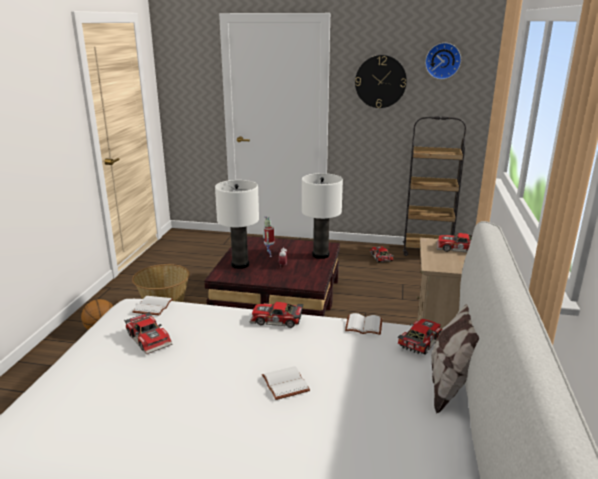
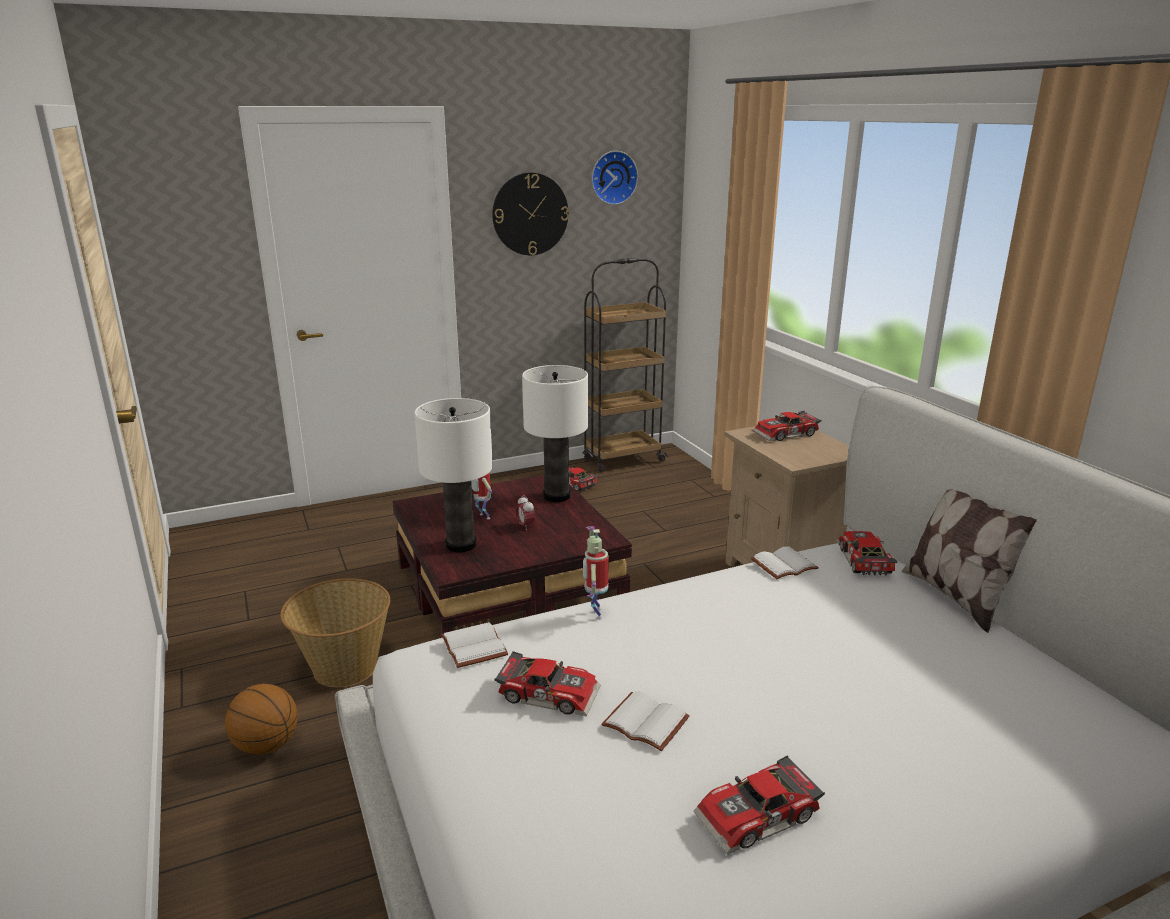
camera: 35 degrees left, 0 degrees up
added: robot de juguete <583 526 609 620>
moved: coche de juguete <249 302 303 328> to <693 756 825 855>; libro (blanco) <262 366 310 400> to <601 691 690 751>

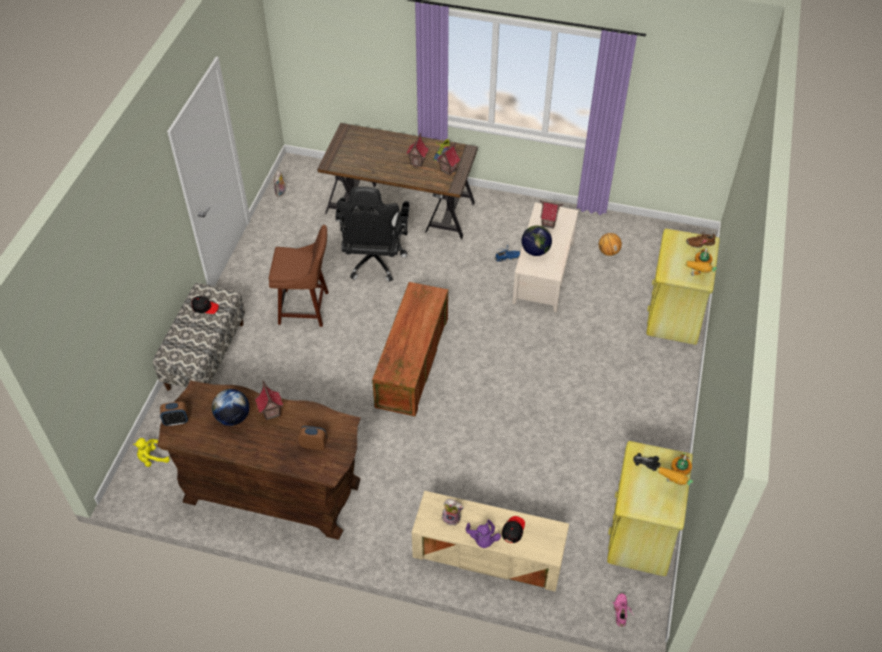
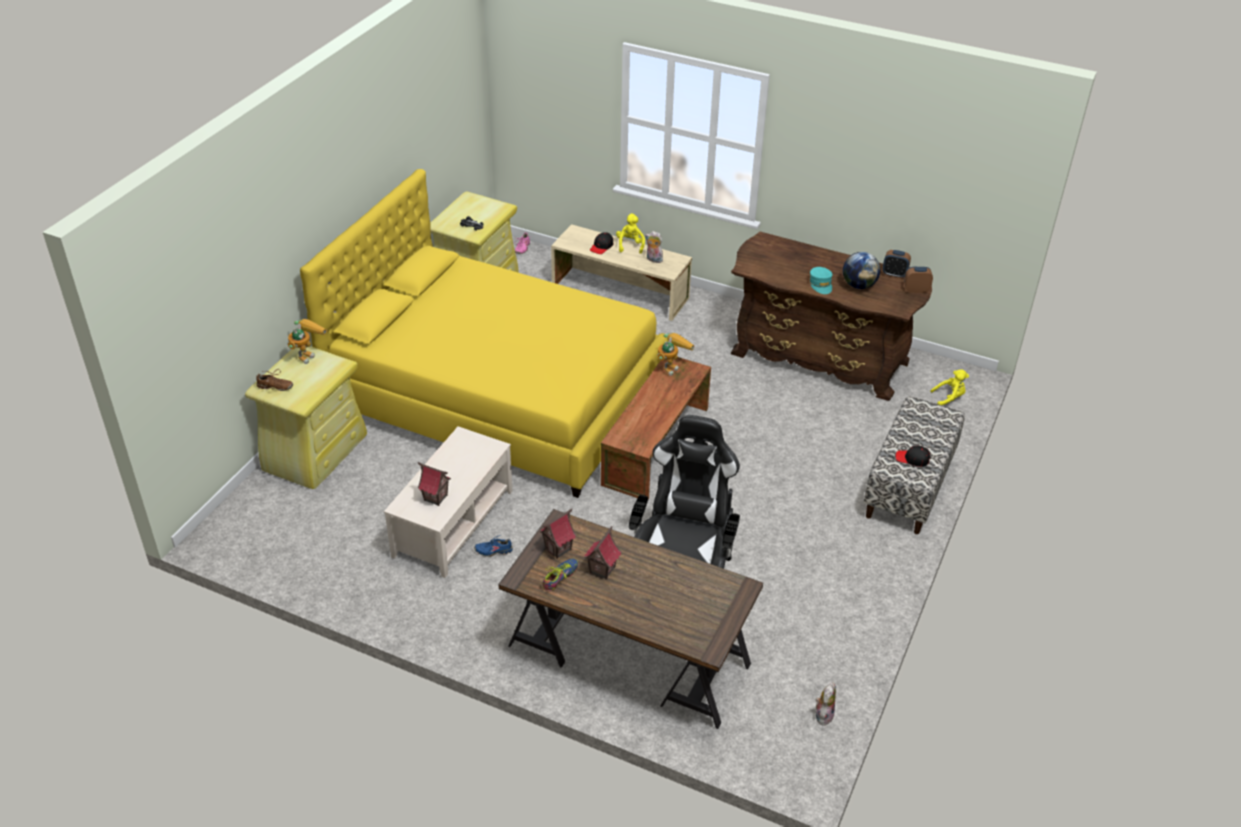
camera: 170 degrees left, 10 degrees down
removed: taburete (marrón) <269 225 329 327>; globo terráqueo <521 225 552 256>; balón de baloncesto <599 233 622 256>
added: cama (amarillo) <300 169 668 498>
moved: despertador <298 426 327 450> to <883 250 911 278>; robot de juguete <658 453 693 485> to <657 333 694 376>
replaced: casita <255 381 283 420> to gorra (turquesa) <810 267 833 294>
recoloured: peluche (morado) <466 519 501 548> to peluche (amarillo) <616 214 645 254>

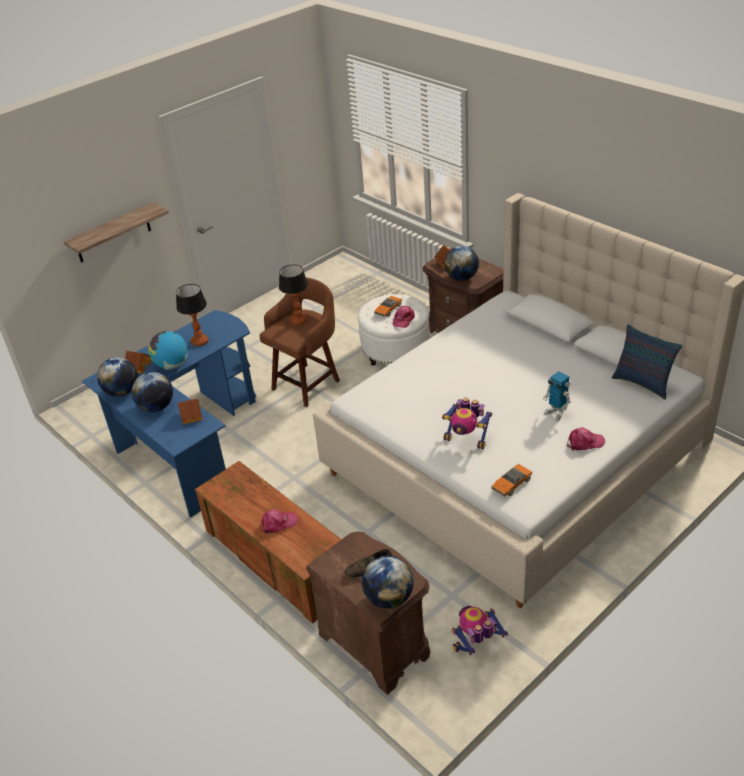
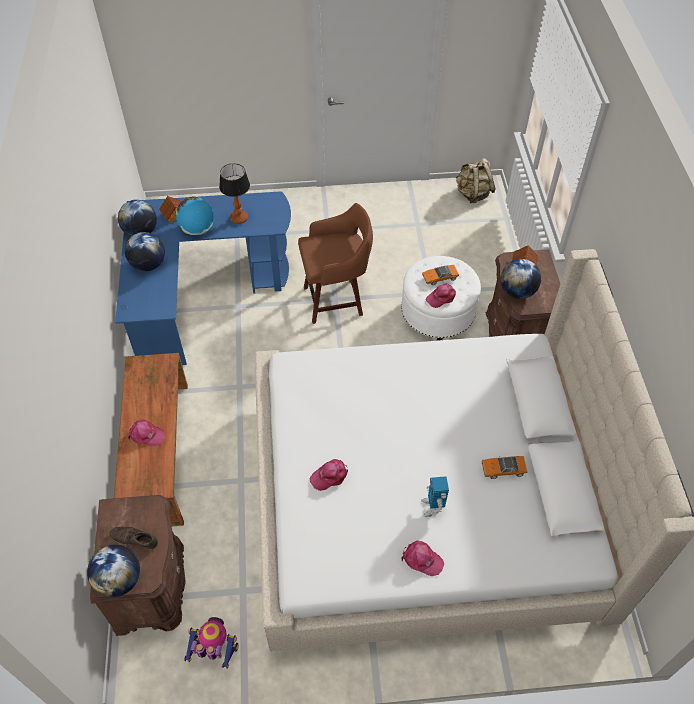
camera: 35 degrees right, 15 degrees up
removed: estante <64 202 169 263>; casita <177 398 202 424>; lámpara de mesa <279 265 308 325>; cojín (azul) <612 324 682 400>
added: mochila (beis) <456 158 496 203>
moved: coche de juguete <491 464 533 497> to <482 456 528 479>
replaced: robot de juguete <442 398 492 449> to gorra (rosa) <309 459 348 491>

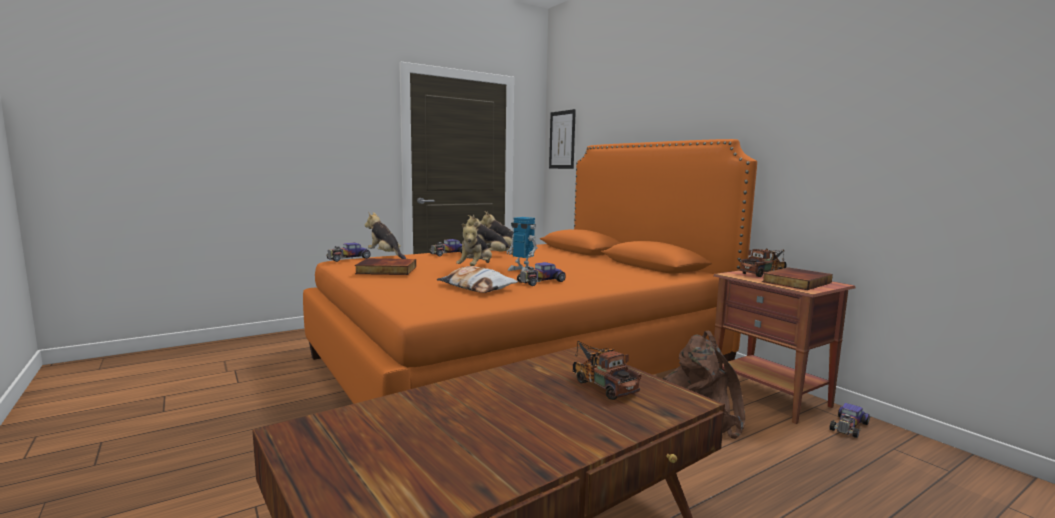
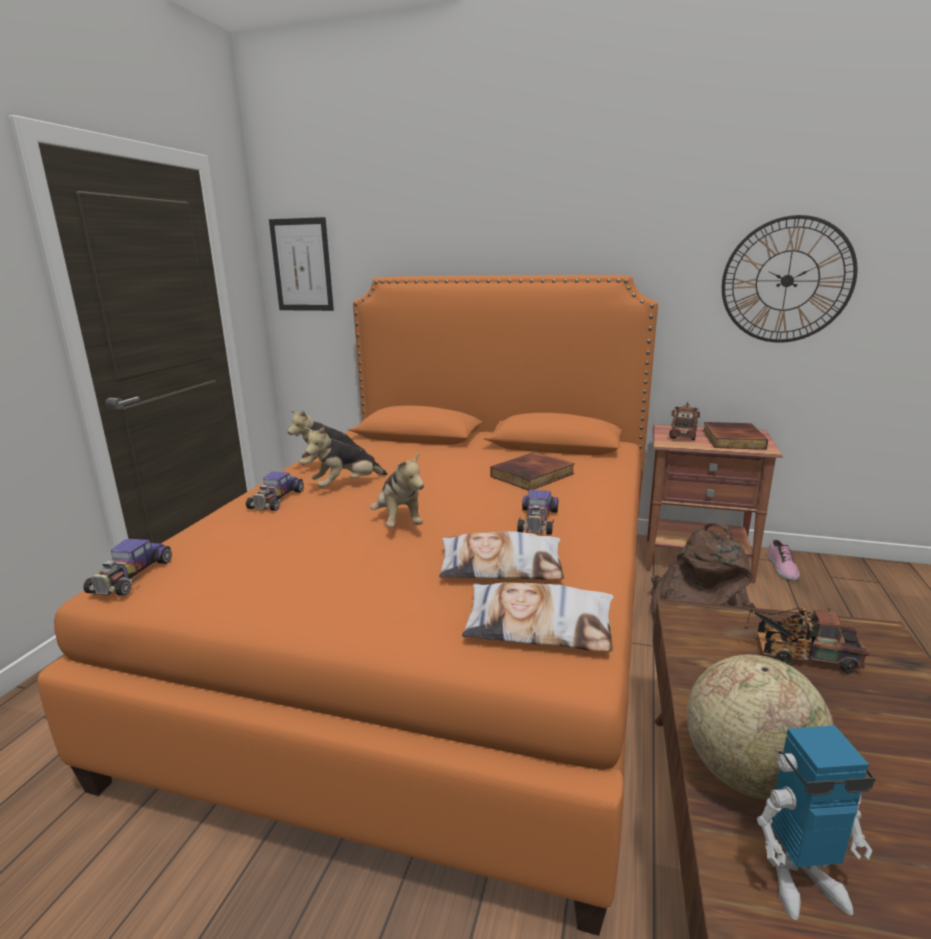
camera: 40 degrees left, 10 degrees up
removed: peluche <365 212 406 259>
added: cojín <462 582 614 652>; globo terráqueo <687 655 834 800>; reloj de pared <722 215 858 343>
moved: libro <355 258 416 275> to <490 452 575 491>; robot de juguete <507 217 538 271> to <757 726 875 920>
replaced: coche de juguete <829 403 870 438> to zapato <767 539 800 581>

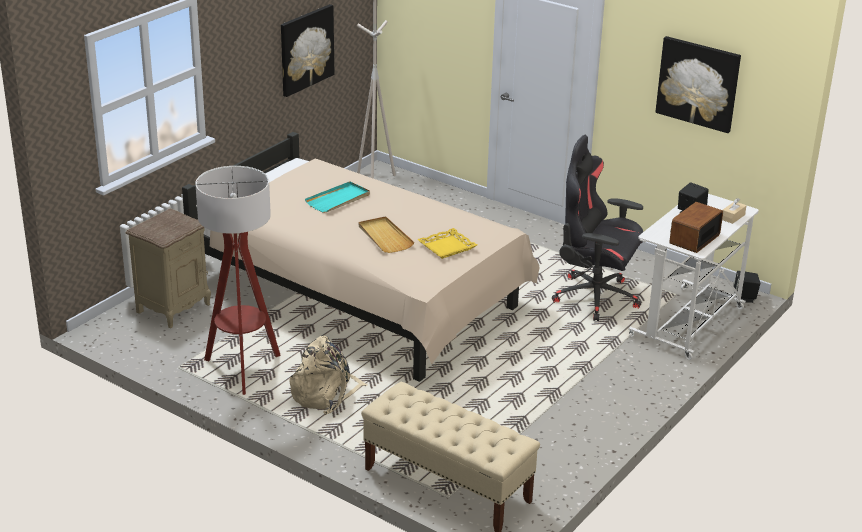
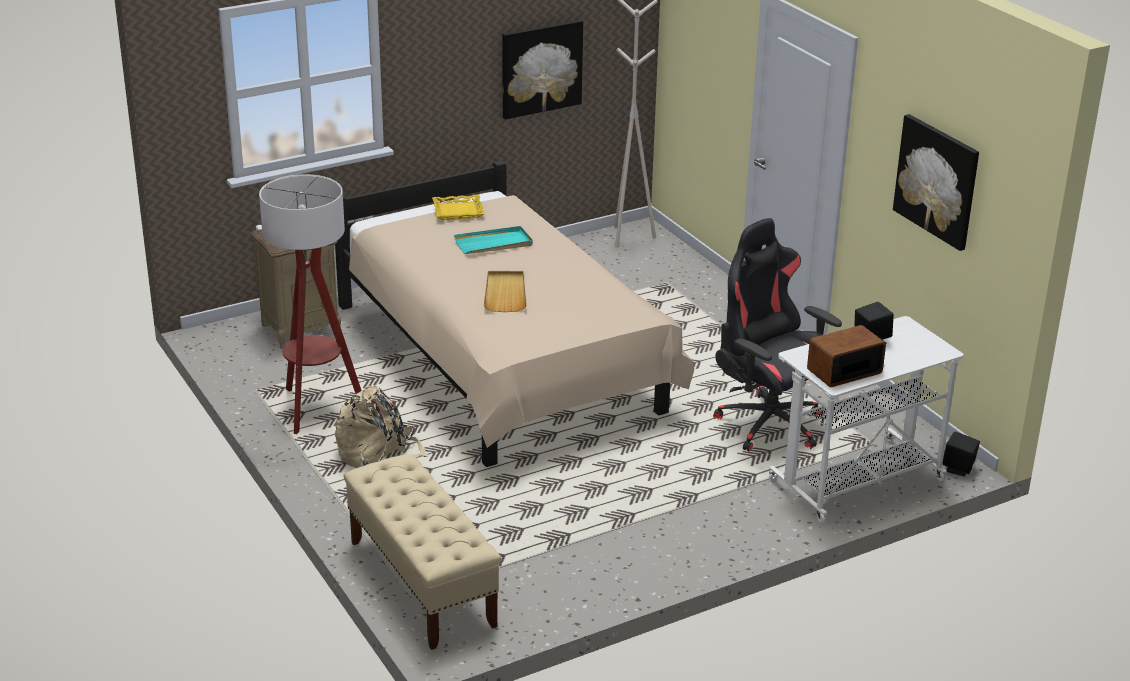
camera: 25 degrees right, 0 degrees up
removed: caja de pañuelos (beis) <722 198 747 224>
moved: bandeja (amarillo) <417 228 477 259> to <432 195 485 220>

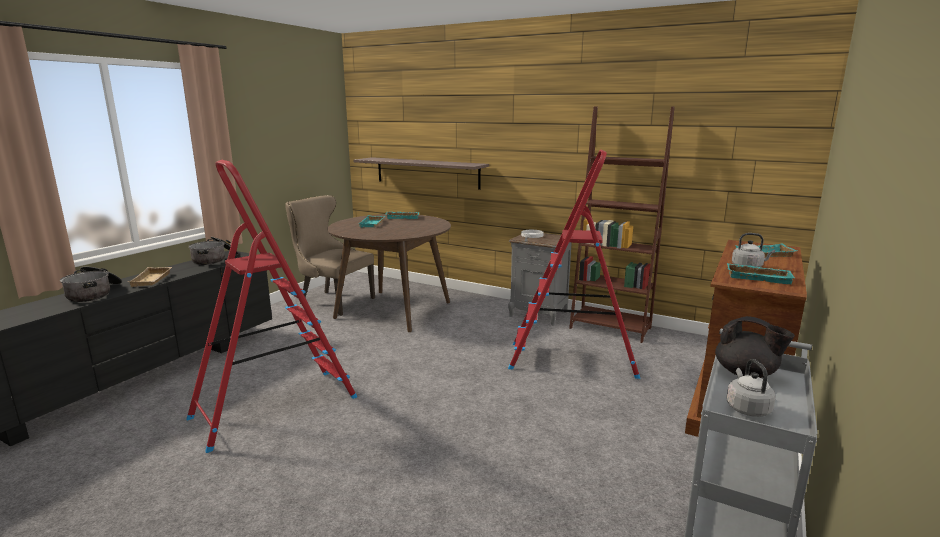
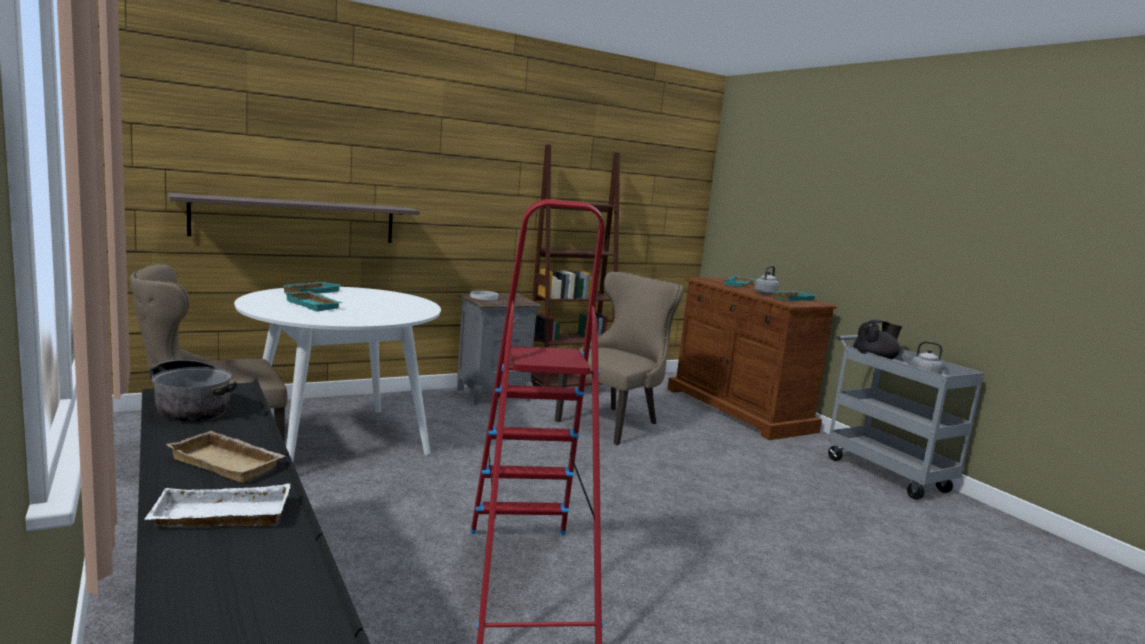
camera: 60 degrees left, 5 degrees down
replaced: olla <60 266 122 302> to bandeja (blanco) <145 484 291 527>; escalera de tijera (rojo) <508 150 640 379> to silla (beis) <555 272 683 445>
recoloured: mesa de comedor (marrón) <327 214 451 332> to mesa de comedor (blanco) <234 287 441 462>

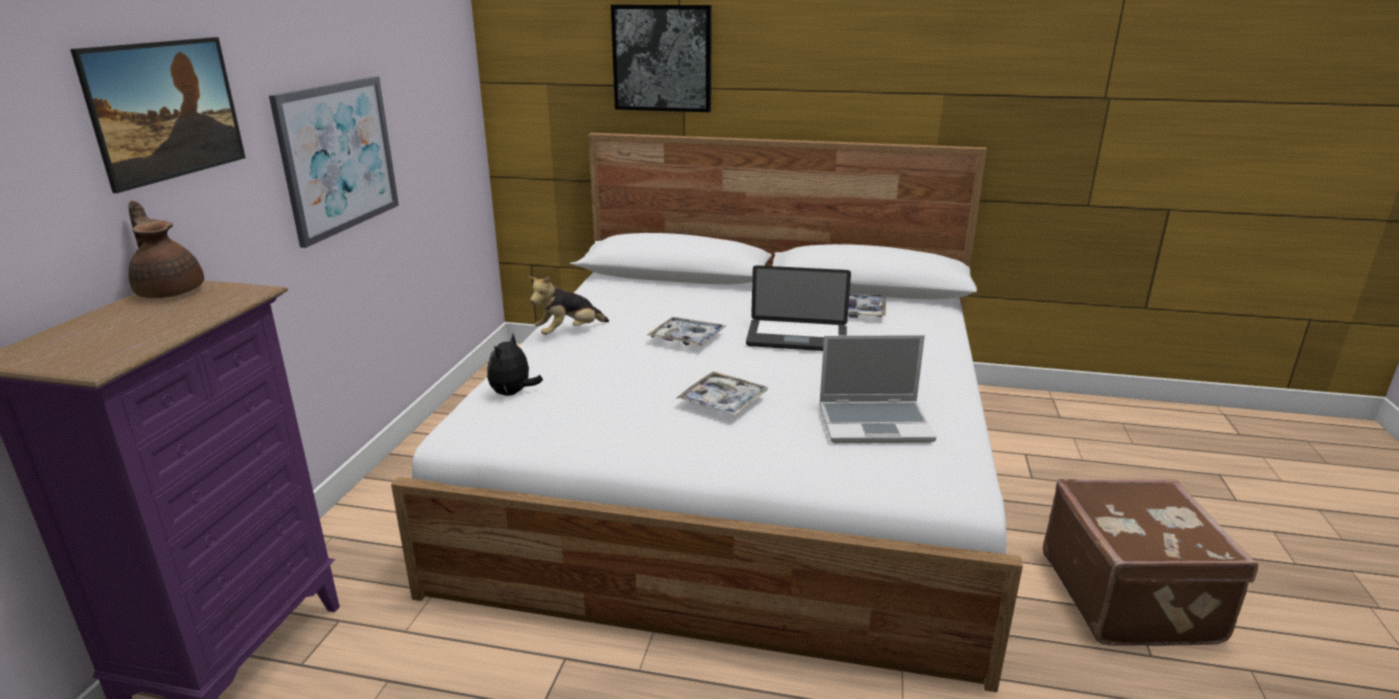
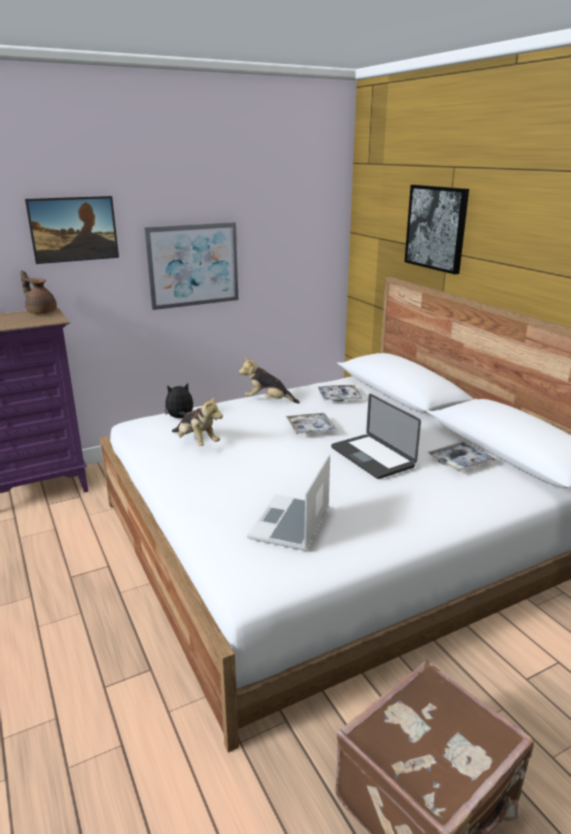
camera: 50 degrees right, 0 degrees up
added: peluche <172 395 223 446>
moved: bandeja <677 371 768 416> to <318 385 363 401>
turned: tetera (marrón) <128 201 204 298> = <20 270 57 314> 60 degrees counterclockwise; portátil <819 335 936 443> = <247 454 330 551> 60 degrees clockwise

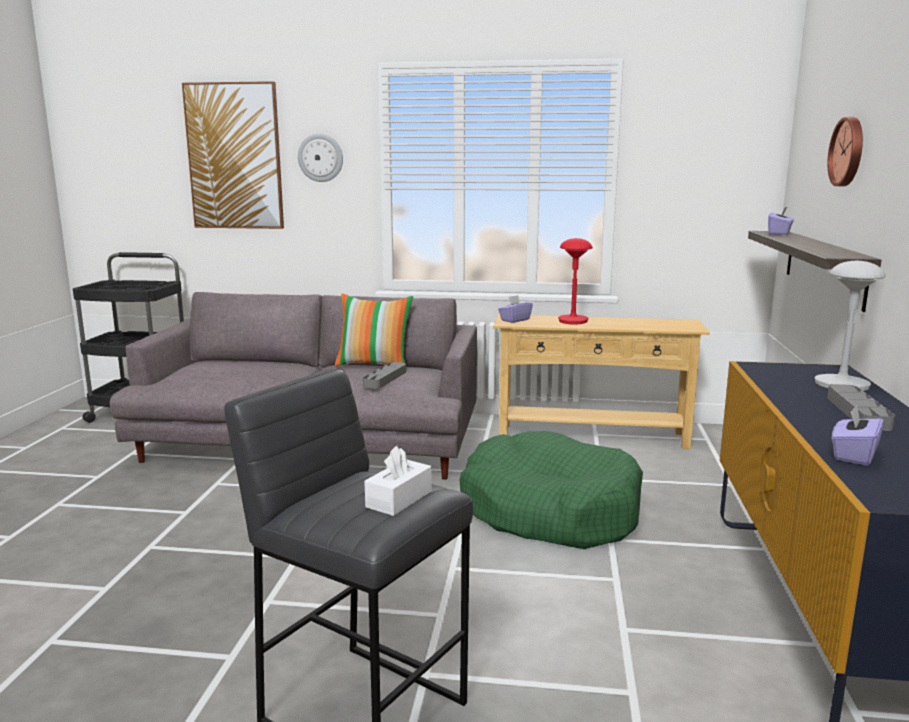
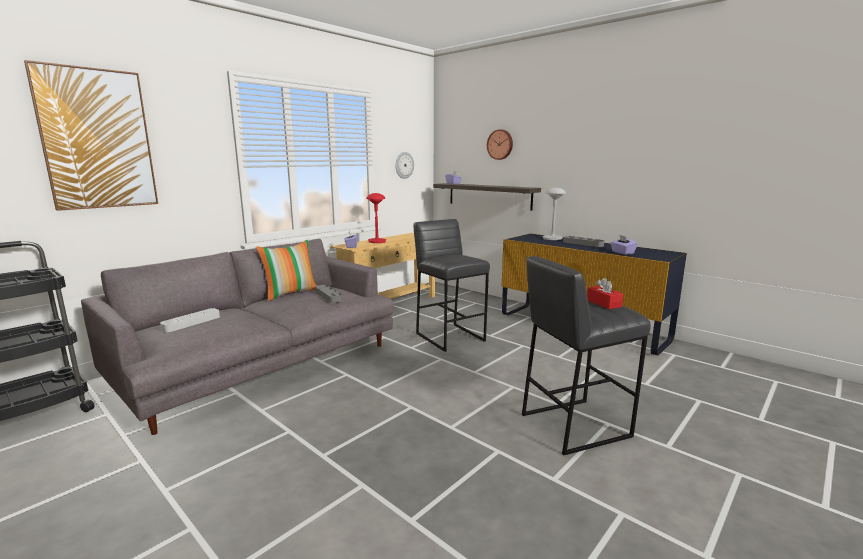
camera: 55 degrees left, 0 degrees up
added: bandeja (gris) <160 308 220 332>
moved: reloj de pared <298 134 343 182> to <395 152 414 179>
replaced: cama para perro (verde) <460 431 643 549> to taburete (gris) <413 219 490 352>
recoloured: caja de pañuelos (blanco) <364 446 432 516> to caja de pañuelos (rojo) <587 278 623 309>

